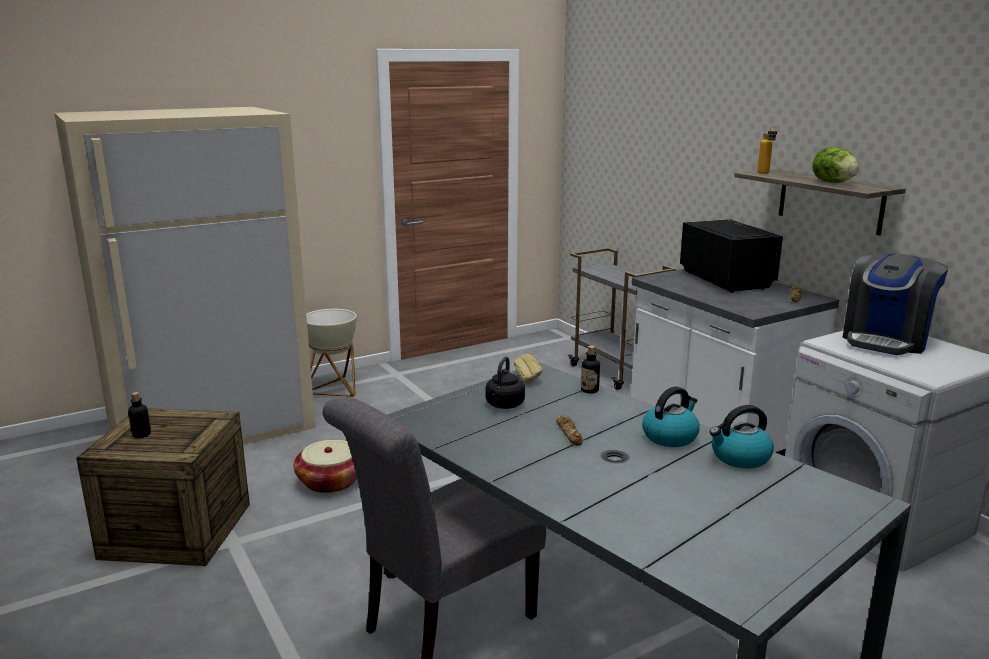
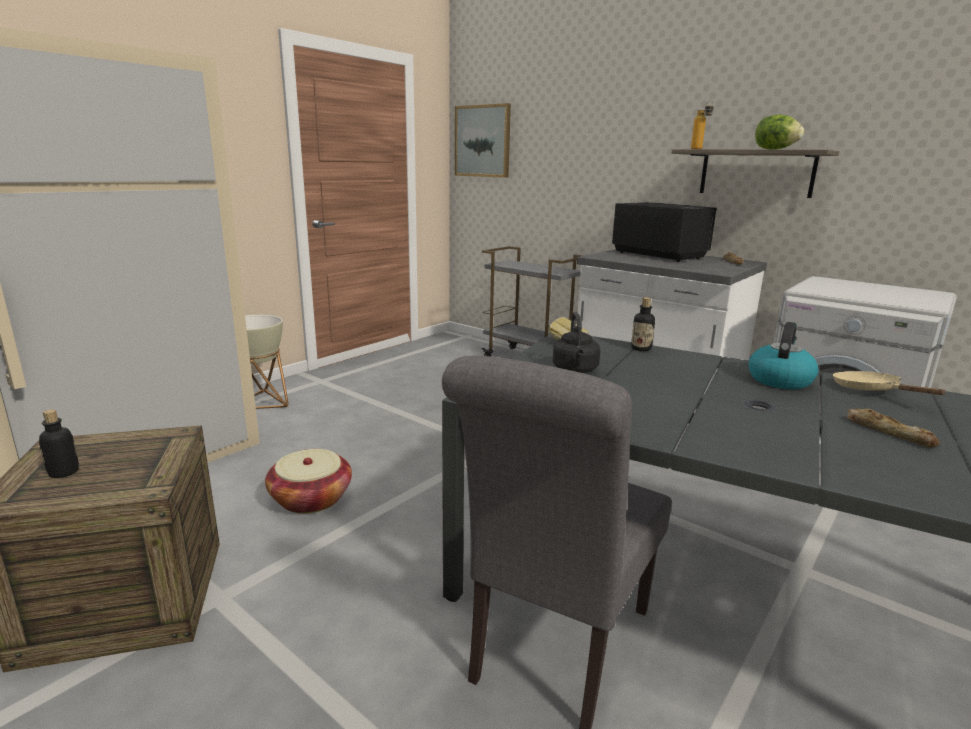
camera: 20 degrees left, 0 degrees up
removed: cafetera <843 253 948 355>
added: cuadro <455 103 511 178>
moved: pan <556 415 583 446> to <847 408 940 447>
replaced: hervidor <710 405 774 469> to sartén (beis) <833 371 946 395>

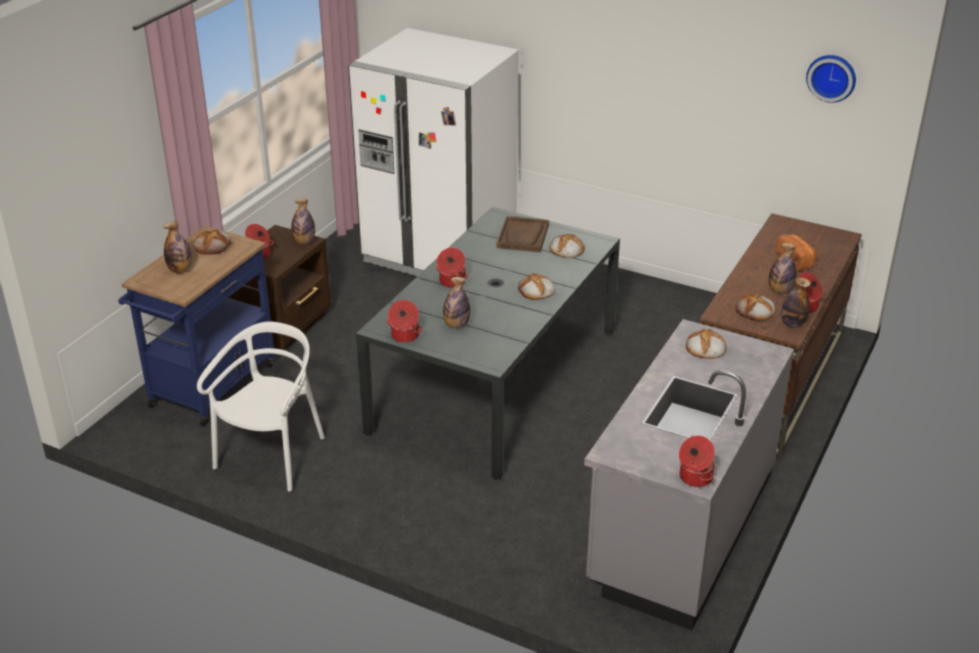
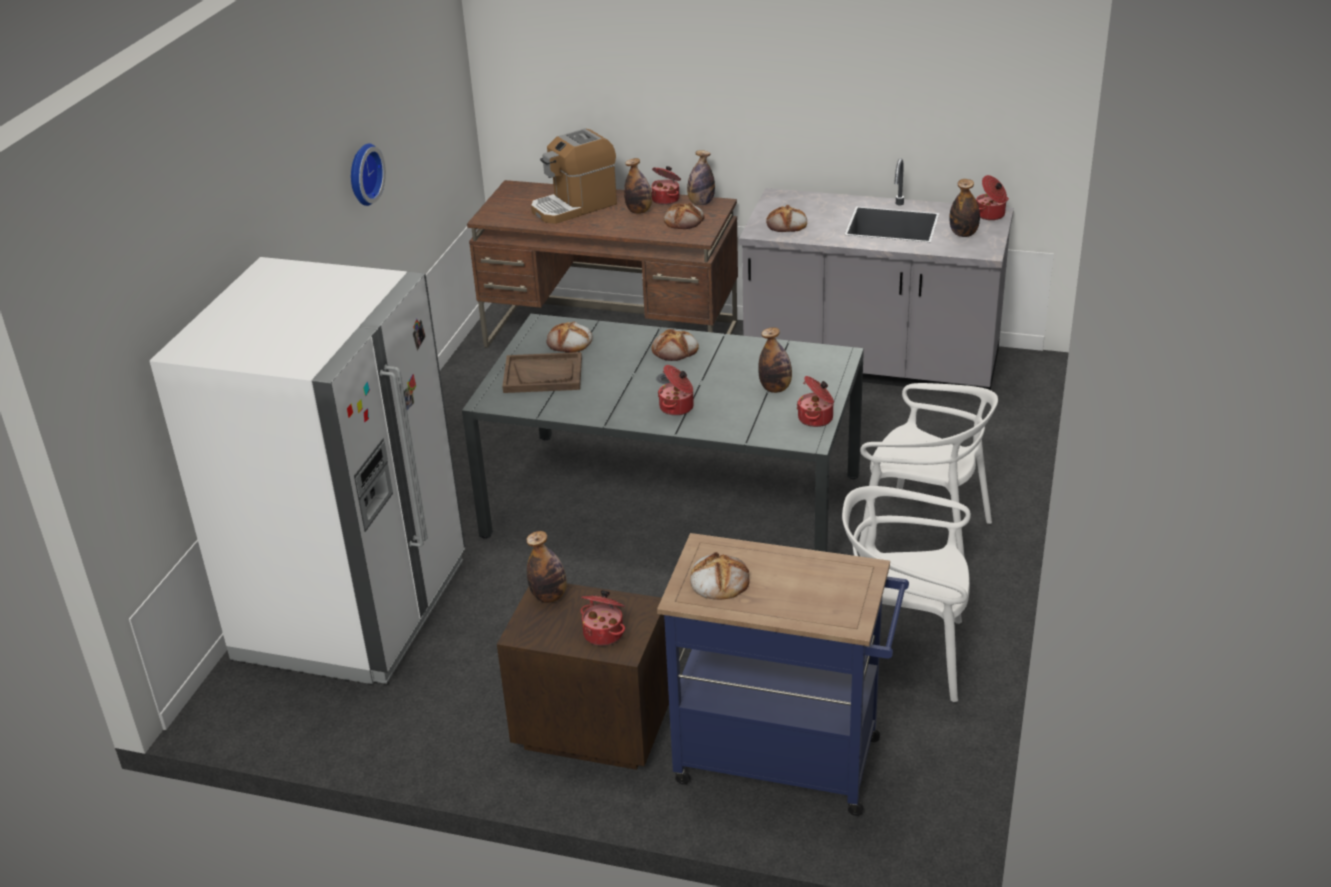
camera: 100 degrees left, 0 degrees up
added: silla (blanco) <859 383 998 558>
moved: botella <164 222 192 273> to <949 179 980 237>; reloj de pared <806 55 856 103> to <351 143 386 206>
replaced: pan <776 234 817 271> to cafetera <531 128 617 224>

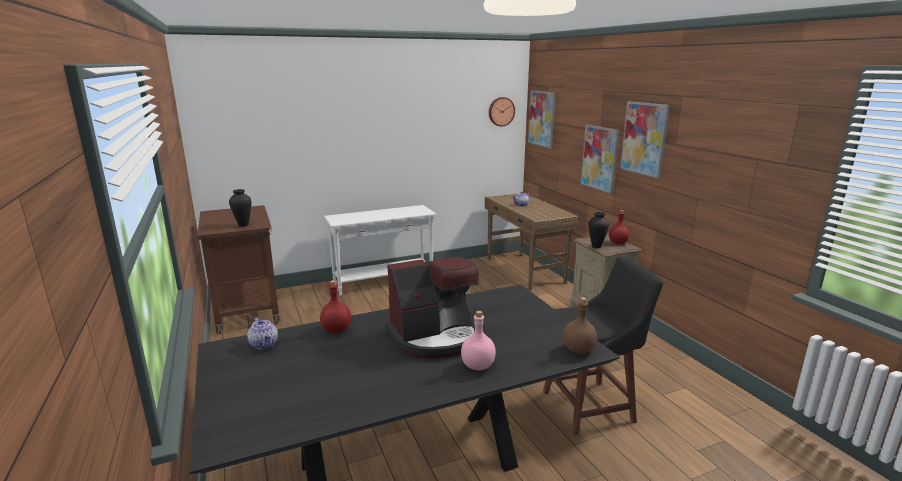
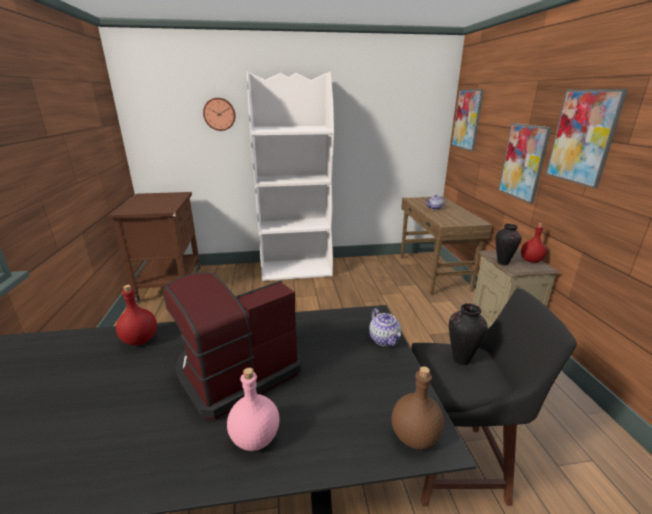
camera: 15 degrees right, 5 degrees up
moved: florero <229 189 251 227> to <449 303 488 365>; tetera <247 317 278 349> to <369 308 401 346>; reloj de pared <489 97 515 127> to <203 98 235 131>
replaced: mesa consola (blanco) <324 205 437 296> to estantería (blanco) <247 71 334 281>
turned: cafetera <385 257 479 358> = <163 272 302 420> 150 degrees clockwise

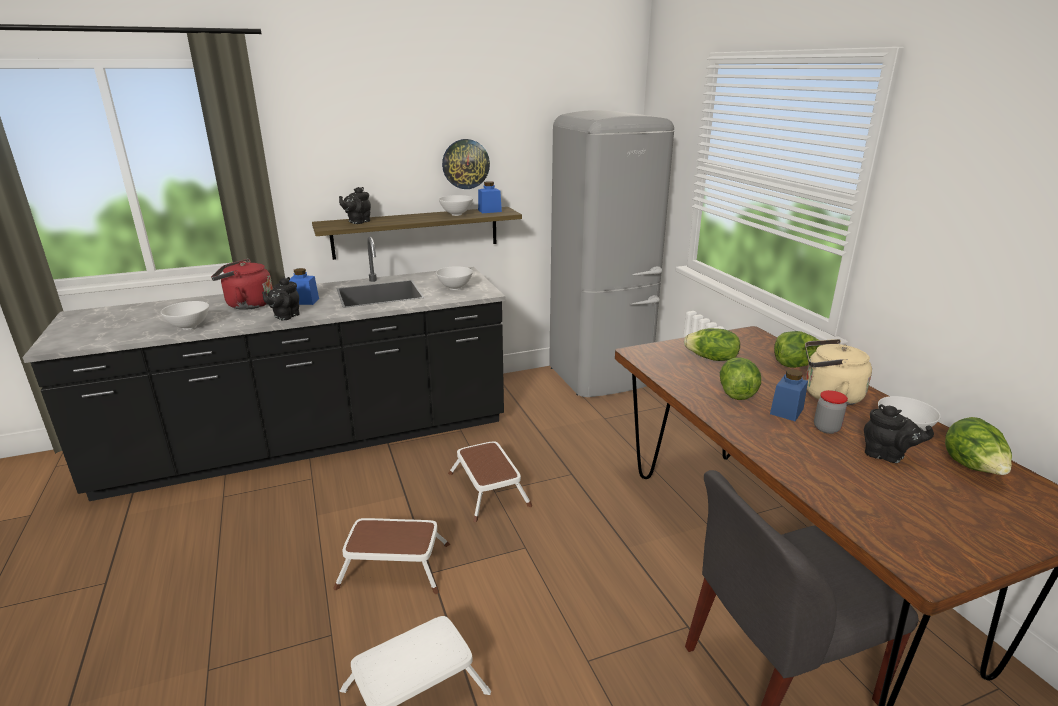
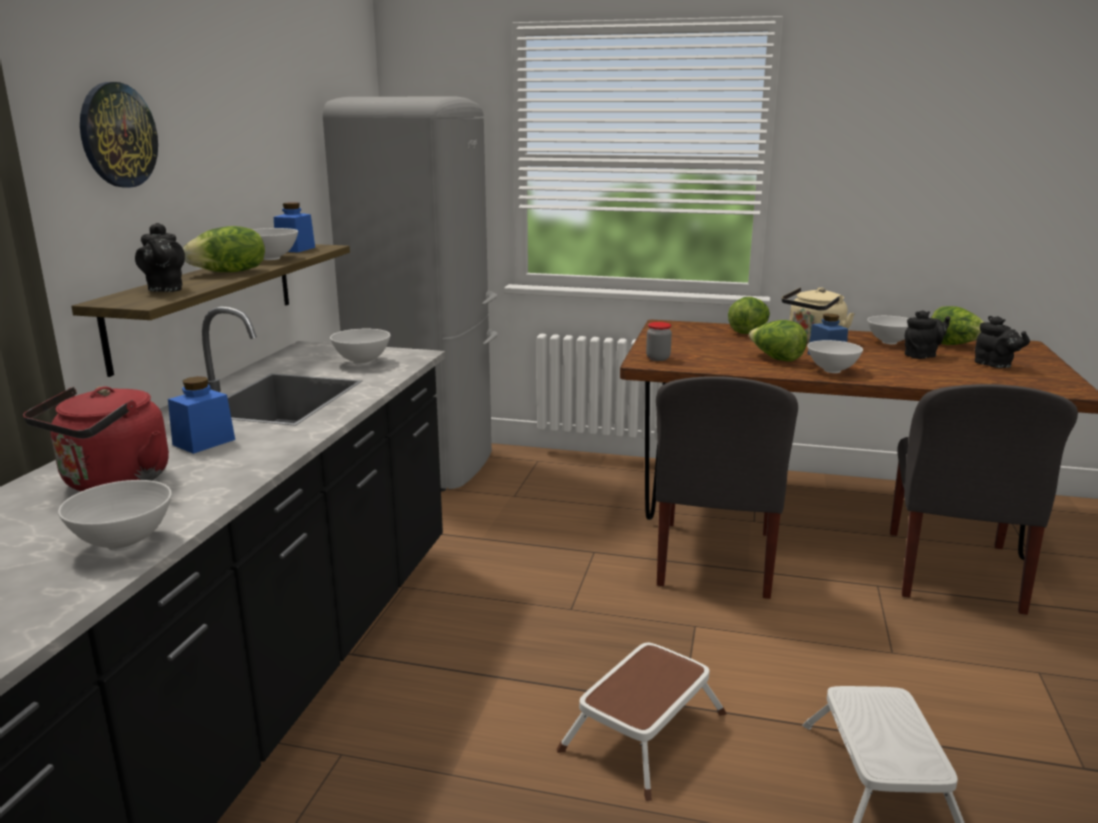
camera: 55 degrees left, 5 degrees down
removed: escalera de tijera (marrón) <448 441 532 522>
added: silla (gris) <656 376 798 599>; cuenco (blanco) <807 340 863 373>
moved: tetera (negro) <262 277 300 320> to <975 316 1030 368>; reloj de pared <442 139 490 189> to <80 82 158 188>; lechuga <684 328 740 361> to <183 226 265 272>; tarro <814 390 848 434> to <646 322 672 361>

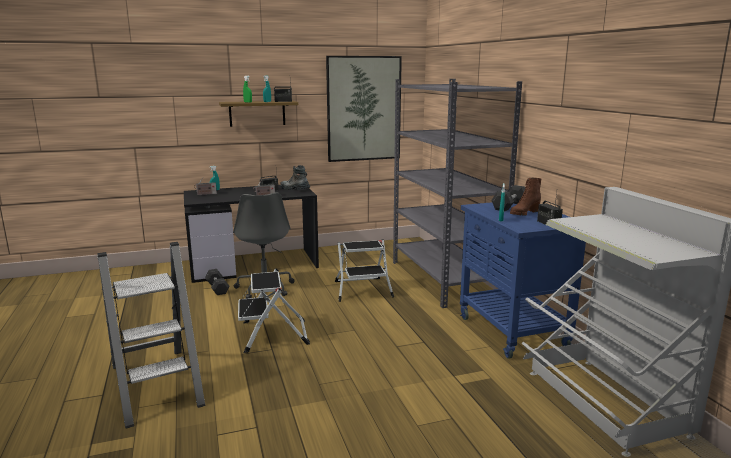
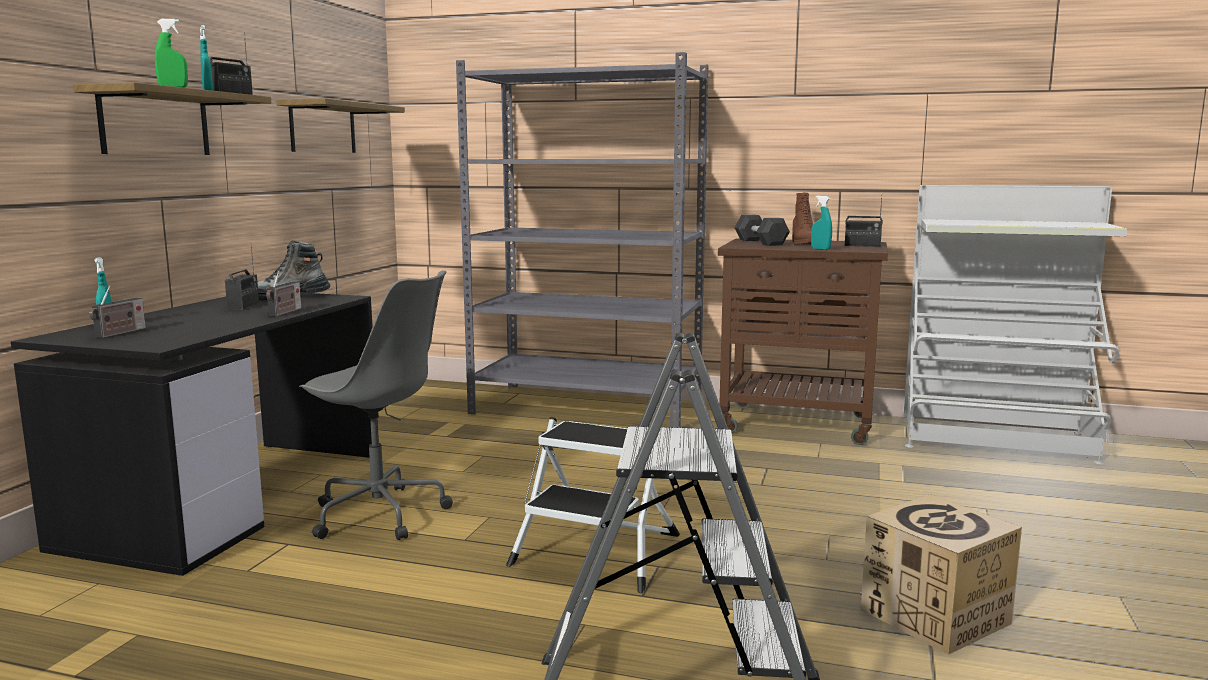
camera: 55 degrees left, 5 degrees down
removed: mancuerna (gris) <205 269 230 295>; escalera de tijera <335 239 394 302>
added: caja de cartón <861 494 1022 655>
replaced: cuadro <326 56 402 162> to estante <276 98 405 153>
recoloured: carrito (azul) <460 202 586 359> to carrito (marrón) <718 238 888 445>

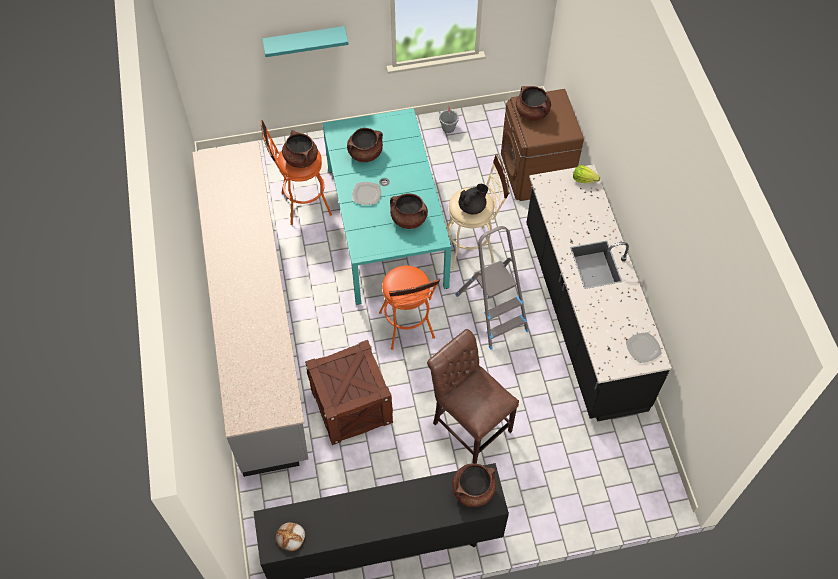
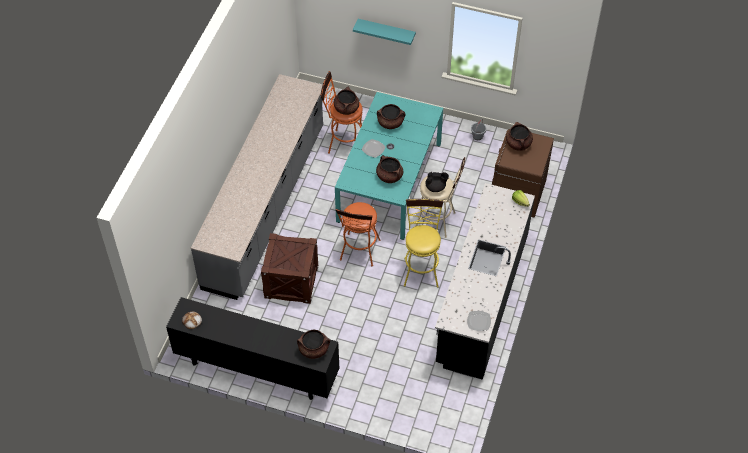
camera: 30 degrees right, 5 degrees down
removed: silla (marrón) <427 329 519 464>
replaced: escalera de tijera (gris) <455 226 529 350> to taburete (amarillo) <404 199 443 288>

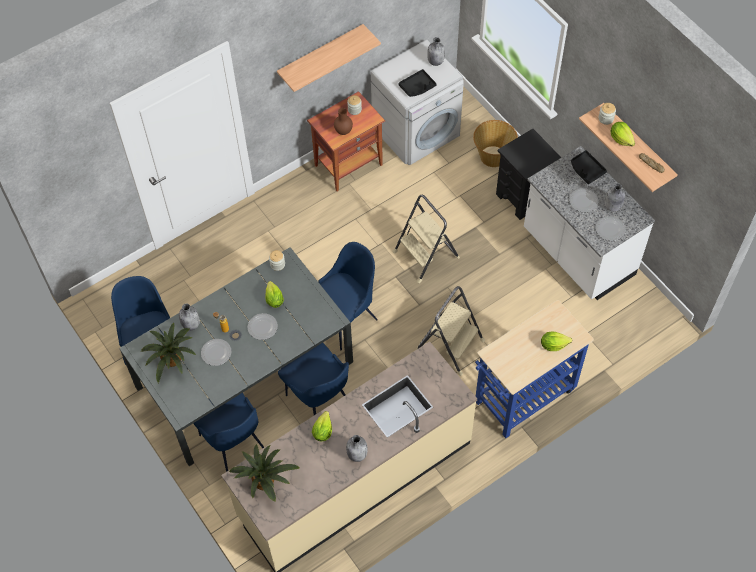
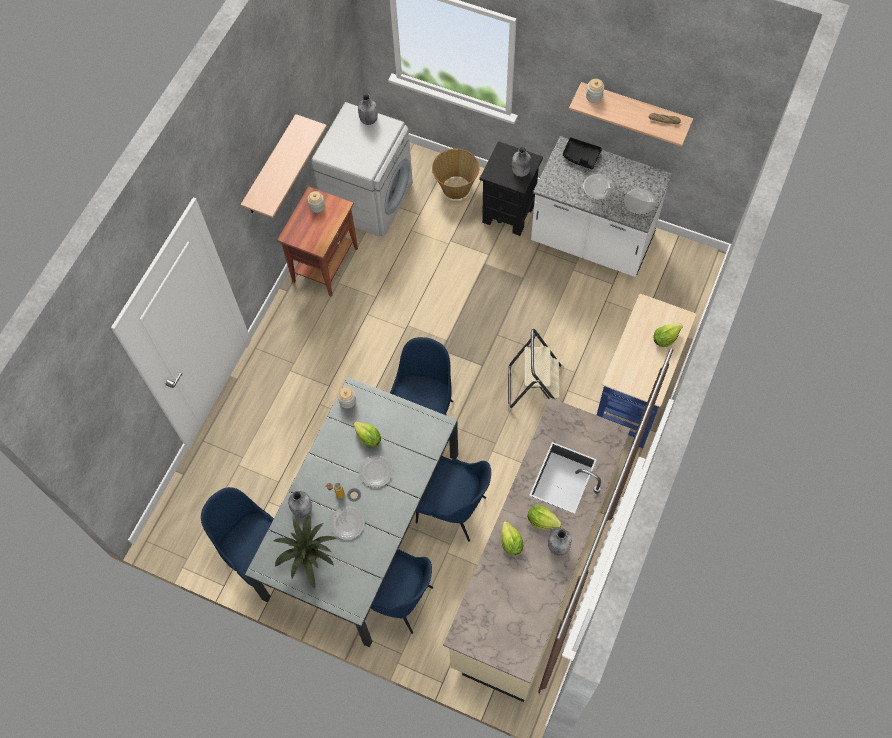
camera: 30 degrees left, 5 degrees up
removed: planta en maceta <229 444 300 502>; florero (marrón) <334 108 353 135>; escalera de tijera (beis) <393 195 460 283>; bandeja (negro) <398 69 436 97>
moved: botella (gris) <605 183 625 212> to <512 147 531 177>; lechuga <611 122 635 146> to <528 505 562 530>

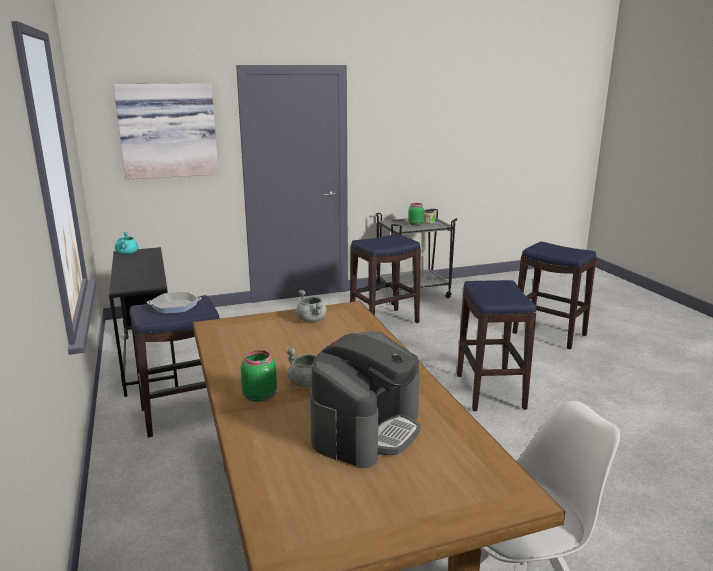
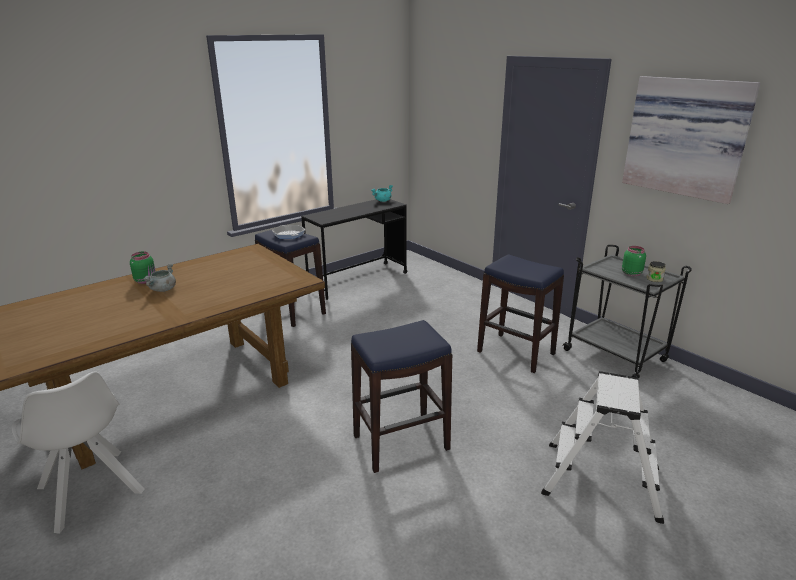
camera: 70 degrees right, 5 degrees up
removed: olla (gris) <296 290 327 322>; cafetera <310 332 420 468>
moved: cuadro <113 83 219 180> to <622 76 761 204>
replaced: taburete <512 242 596 349> to escalera de tijera (blanco) <541 371 664 524>

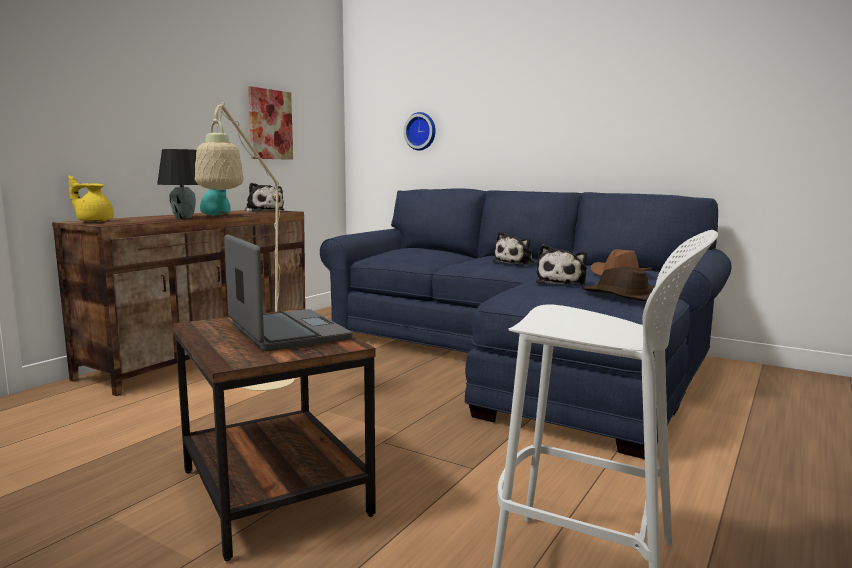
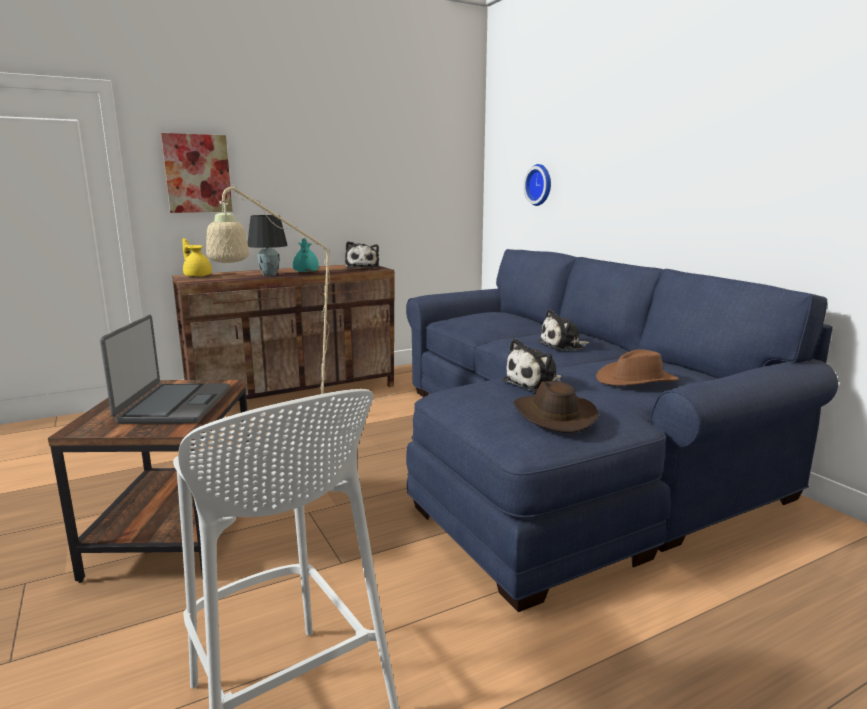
camera: 30 degrees right, 5 degrees up
moved: cuadro <248 86 293 160> to <161 133 233 213>

